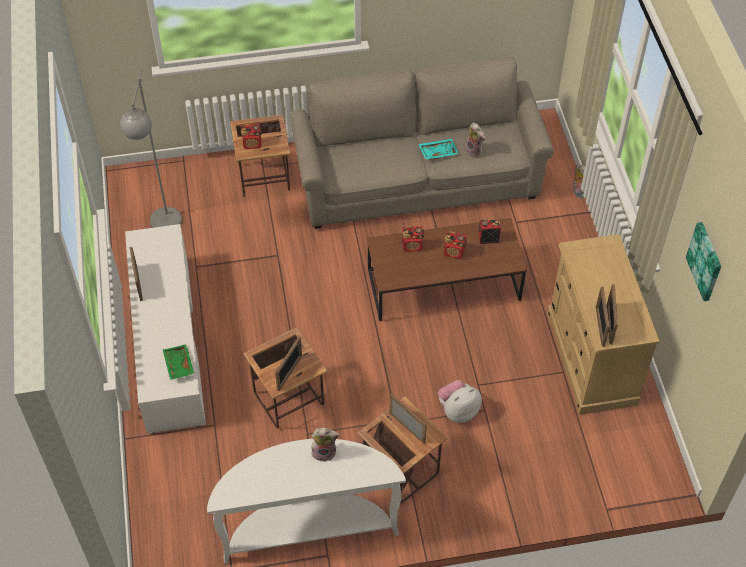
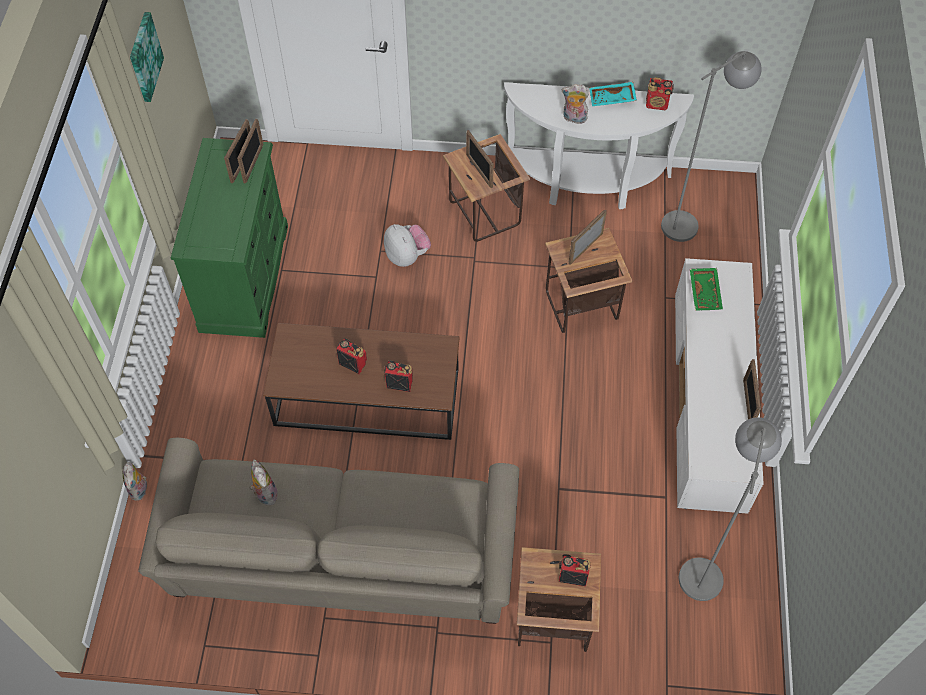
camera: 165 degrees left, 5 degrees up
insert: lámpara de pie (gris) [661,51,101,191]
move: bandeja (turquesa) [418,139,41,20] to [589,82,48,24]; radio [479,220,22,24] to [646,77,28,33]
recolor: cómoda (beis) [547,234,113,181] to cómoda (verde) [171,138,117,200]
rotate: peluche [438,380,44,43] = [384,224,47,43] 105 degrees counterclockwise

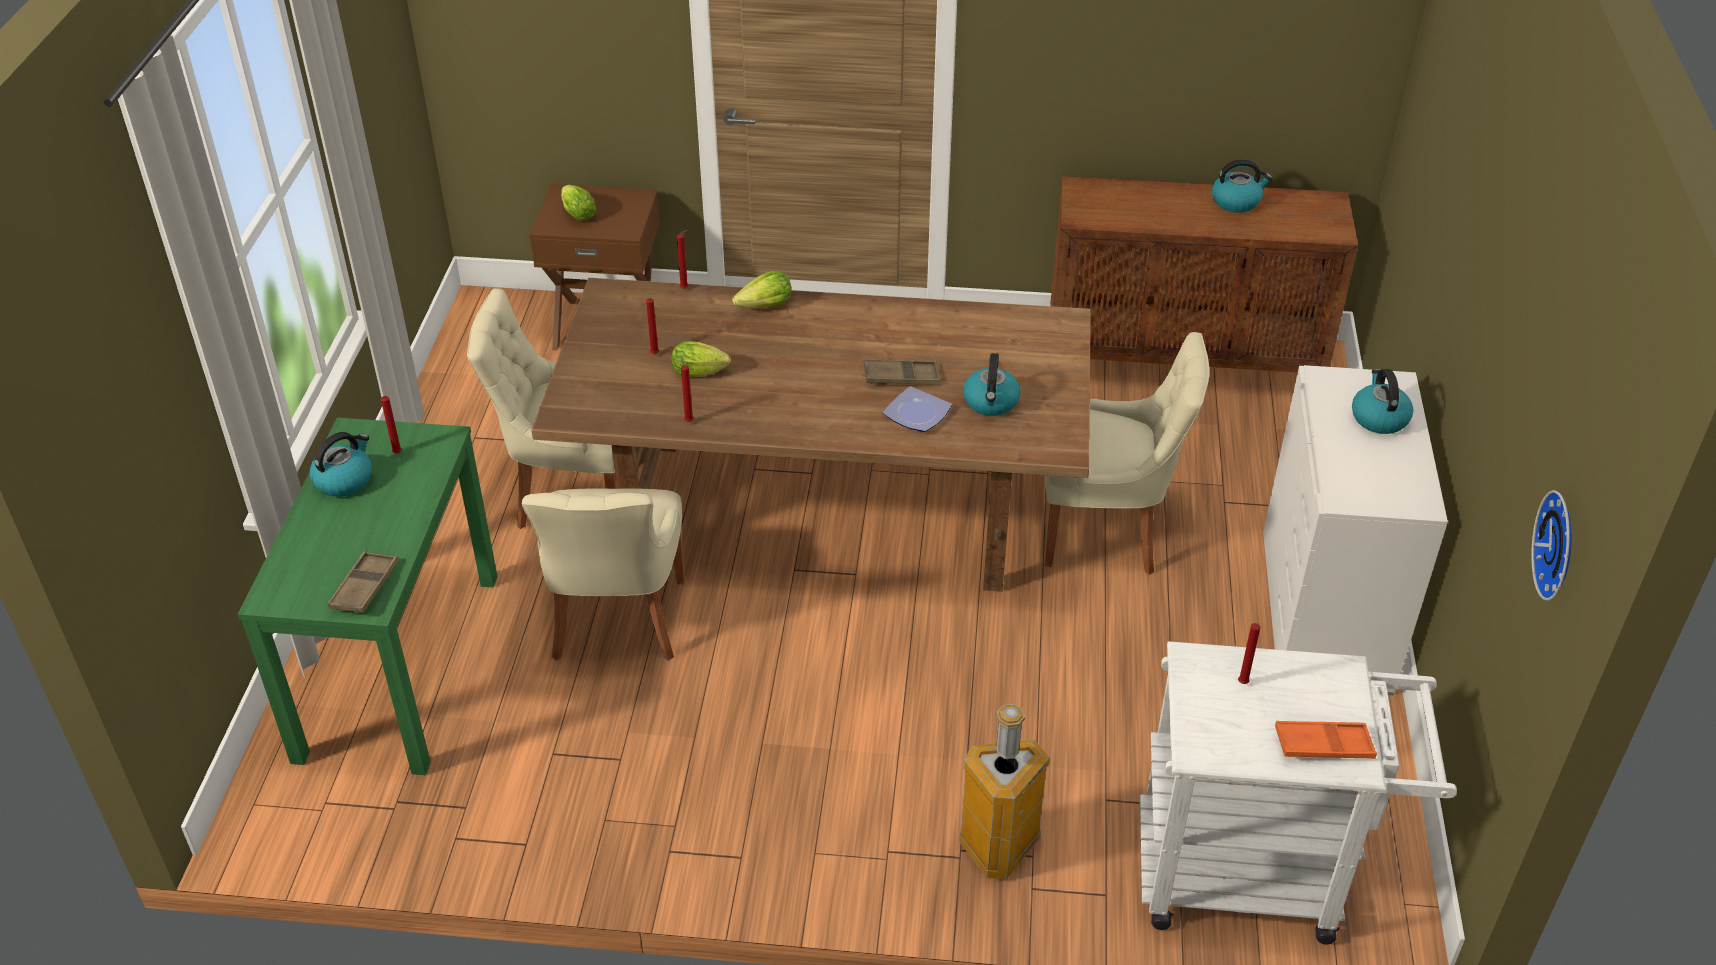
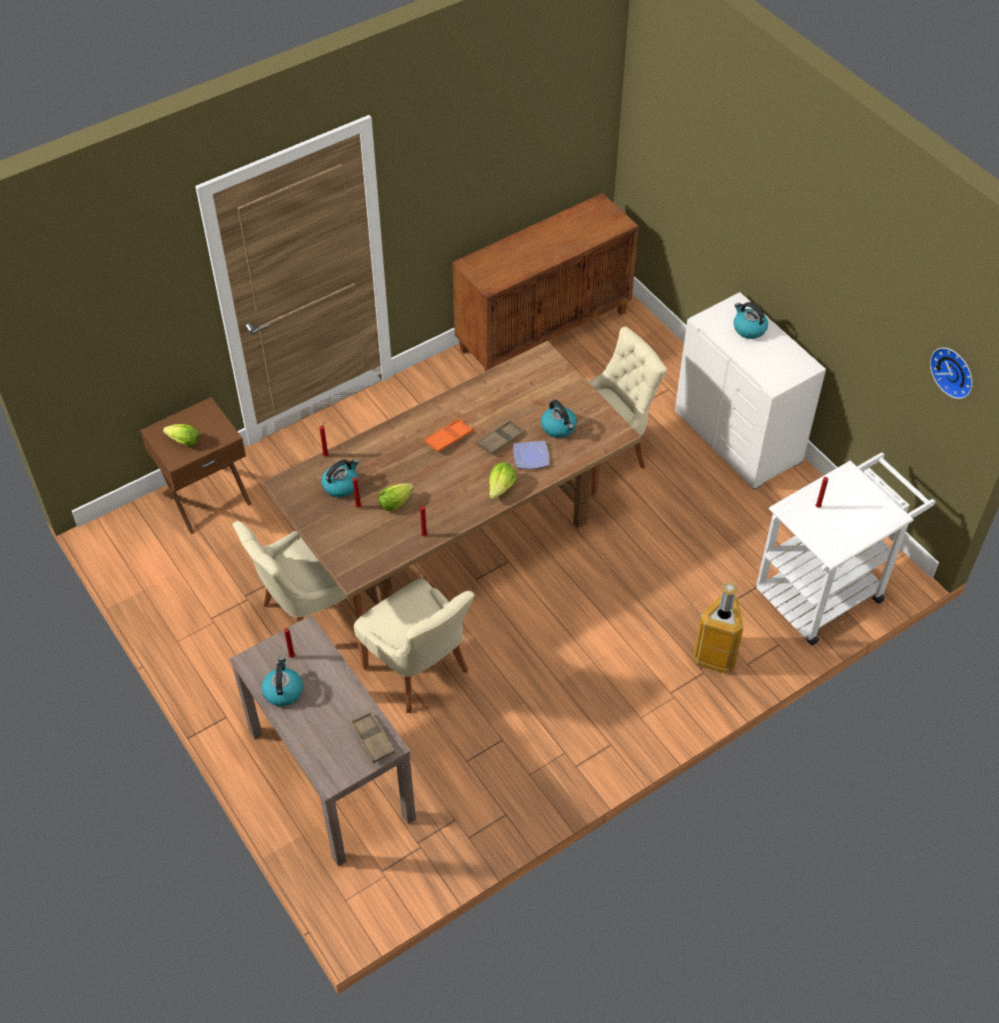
camera: 40 degrees left, 10 degrees up
move: lechuga [732,271,59,37] to [489,462,28,37]; hervidor [1212,159,60,54] to [322,459,37,39]; bandeja (naranja) [1275,721,102,38] to [424,418,49,34]
recolor: mesa consola (verde) [238,418,260,357] to mesa consola (marrón) [229,615,187,252]

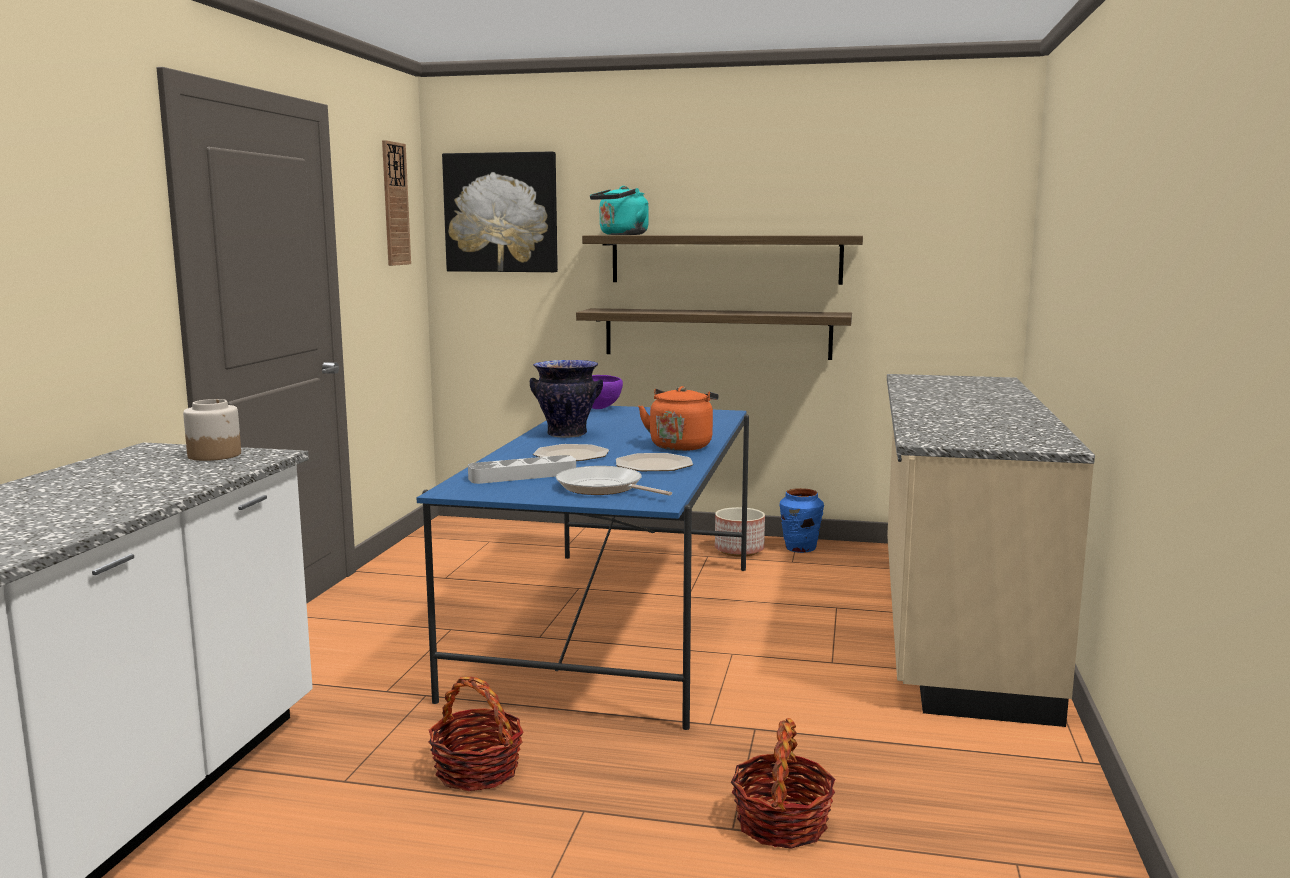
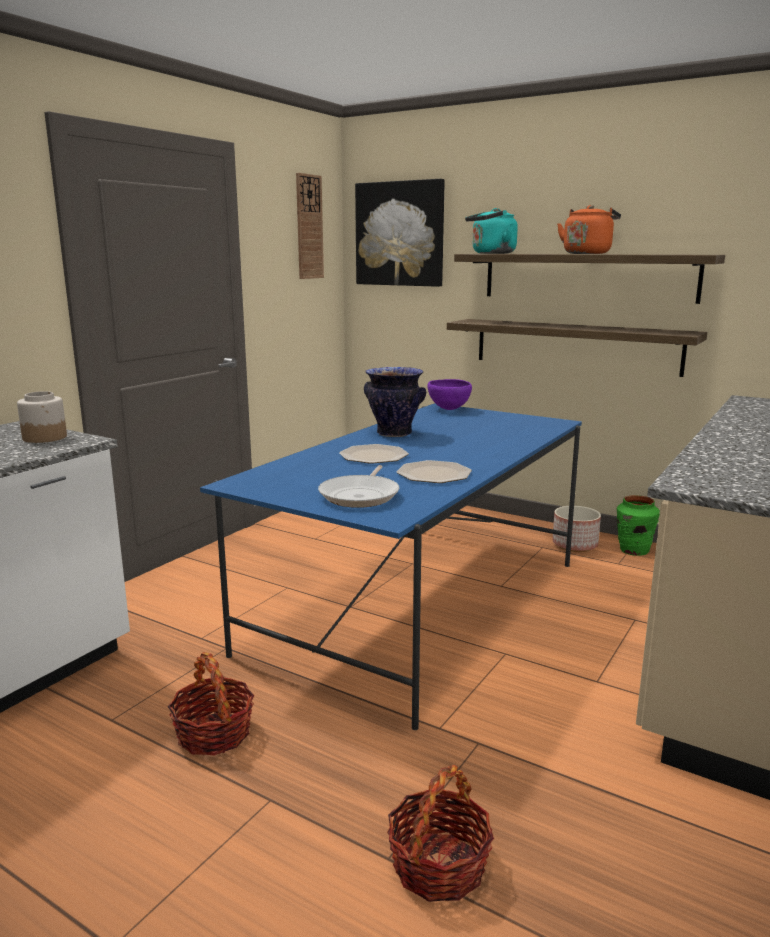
camera: 20 degrees right, 5 degrees up
delete: bandeja (gris) [468,455,108,29]
move: hervidor (naranja) [638,386,81,65] to [557,205,64,49]
recolor: florero (azul) [780,488,44,65] to florero (verde) [617,495,43,61]
rotate: sartén [556,466,116,30] = [318,465,81,43] 135 degrees counterclockwise

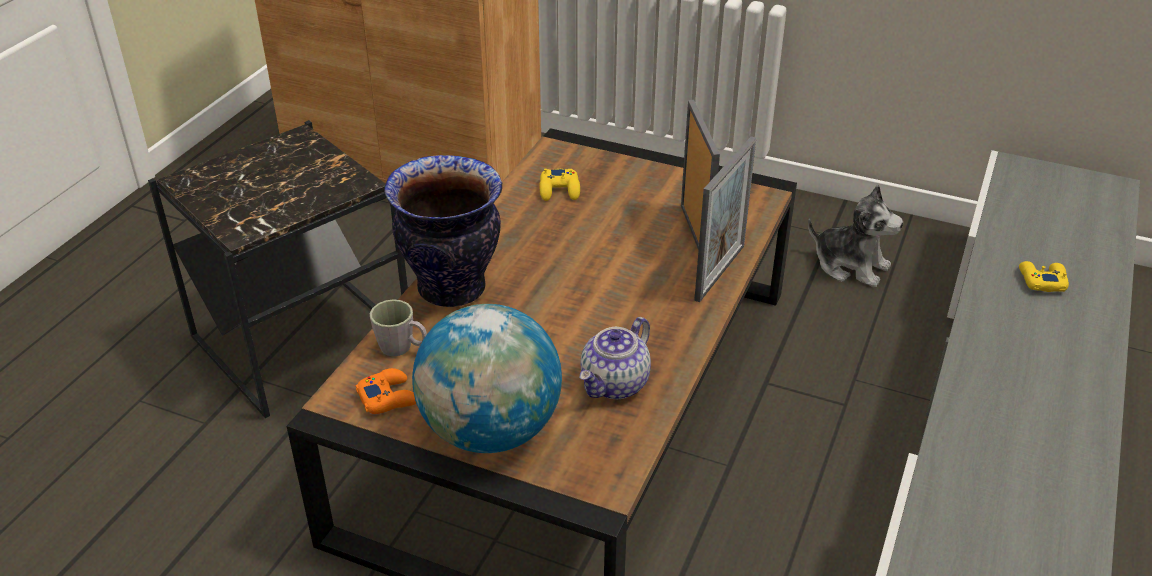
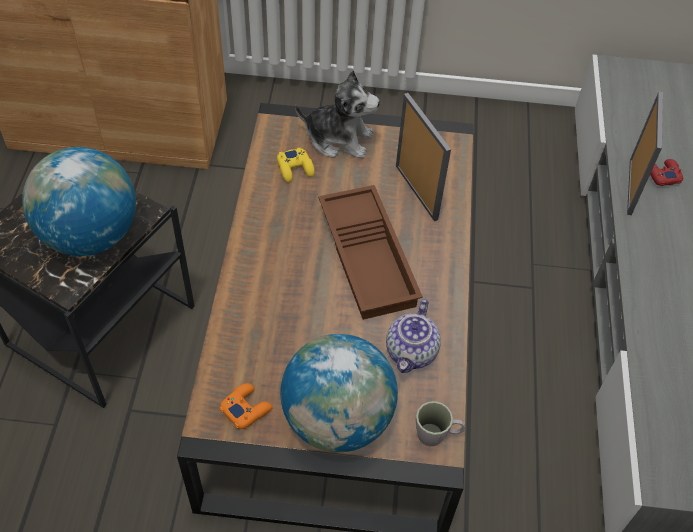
camera: 20 degrees left, 15 degrees up
delete: florero [384,155,118,152]
insert: globo terráqueo [22,147,114,109]; bandeja (marrón) [318,185,105,135]
move: taza grande (gris) [370,299,57,57] to [416,401,49,45]; portarretratos [694,136,62,166] to [627,91,36,124]; peluche [808,185,95,102] to [295,70,85,89]
recolor: mando de consola (amarillo) [1019,261,50,31] to mando de consola (rojo) [650,159,33,27]

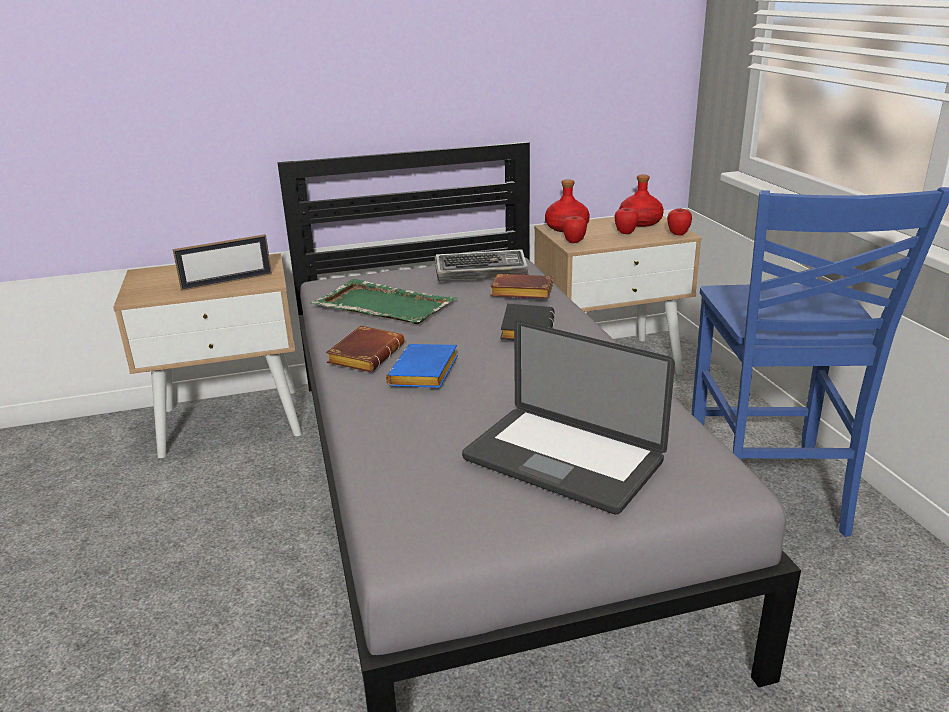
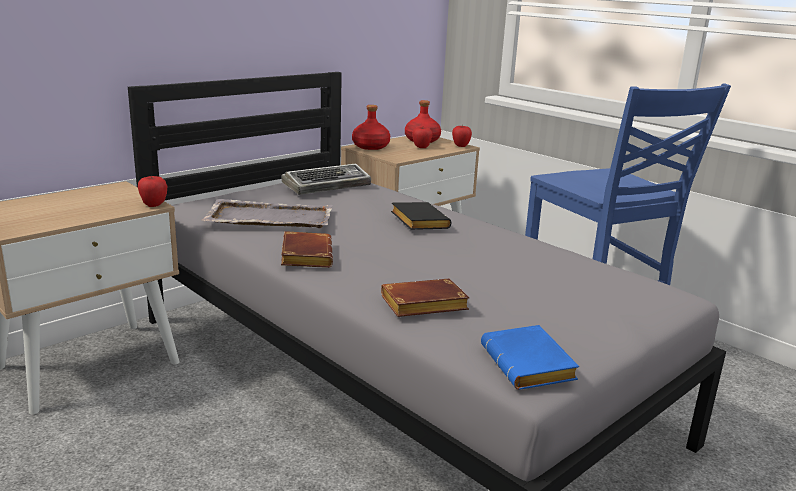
camera: 30 degrees left, 5 degrees down
delete: portarretratos [173,234,99,57]; portátil [462,320,213,194]
move: libro (azul) [386,344,72,44] to [481,325,98,65]; libro (marrón) [490,274,63,25] to [381,279,89,38]; manzana [563,216,24,27] to [138,175,29,32]
recolor: bandeja (verde) [310,279,147,45] to bandeja (gris) [201,199,132,29]

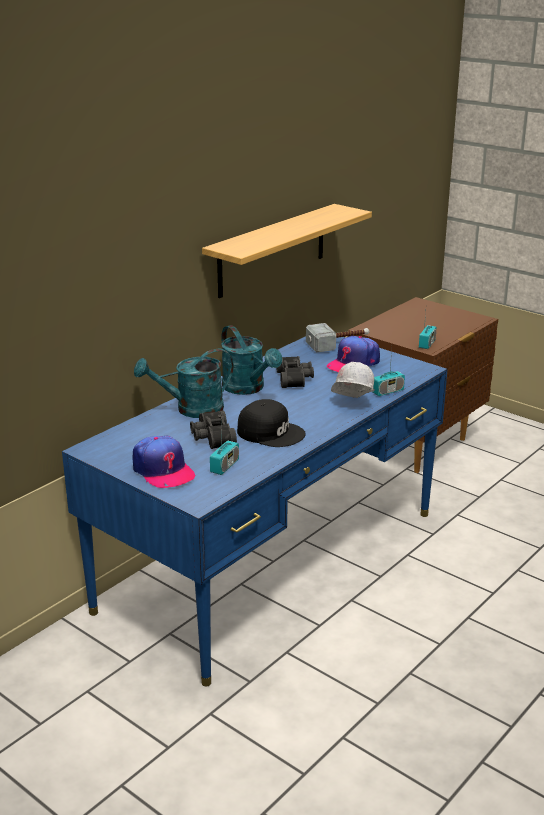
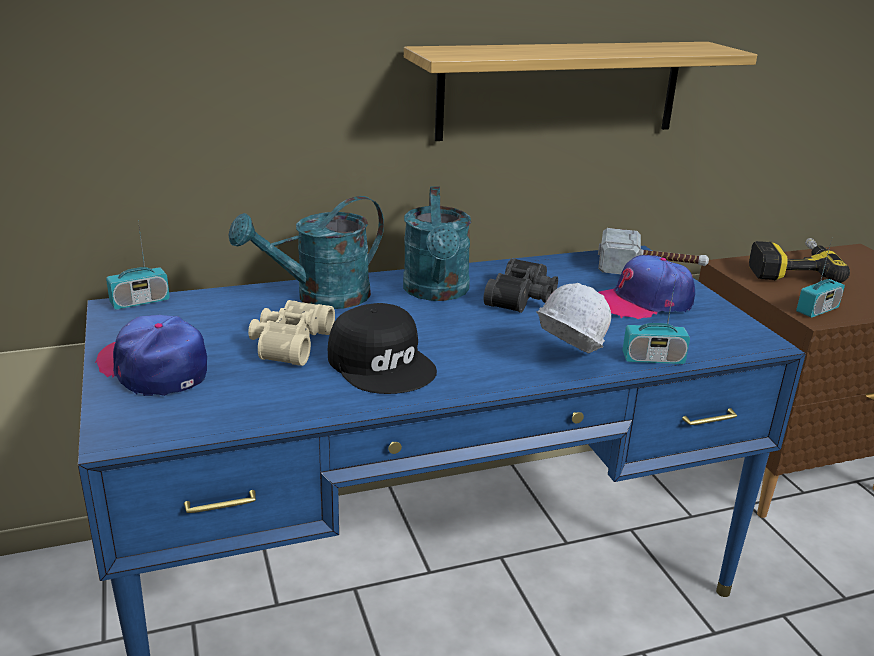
camera: 30 degrees right, 0 degrees up
insert: taladro [749,238,101,45]
move: radio [210,426,29,49] to [106,220,64,90]
recolor: prismáticos (negro) [190,410,47,39] to prismáticos (beis) [248,300,87,66]
rotate: gorra [133,436,63,52] = [95,315,112,81] 135 degrees clockwise; regadera (turquesa) [134,349,100,69] = [229,196,155,113] 45 degrees counterclockwise

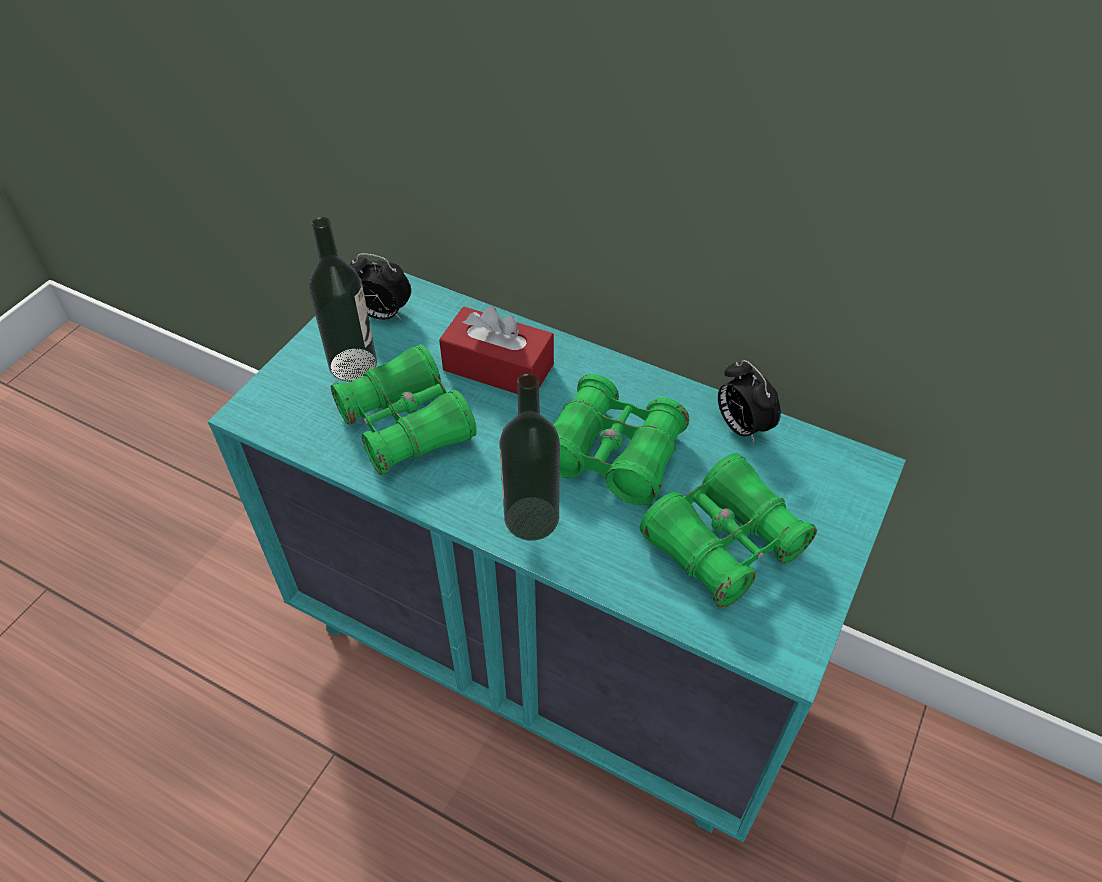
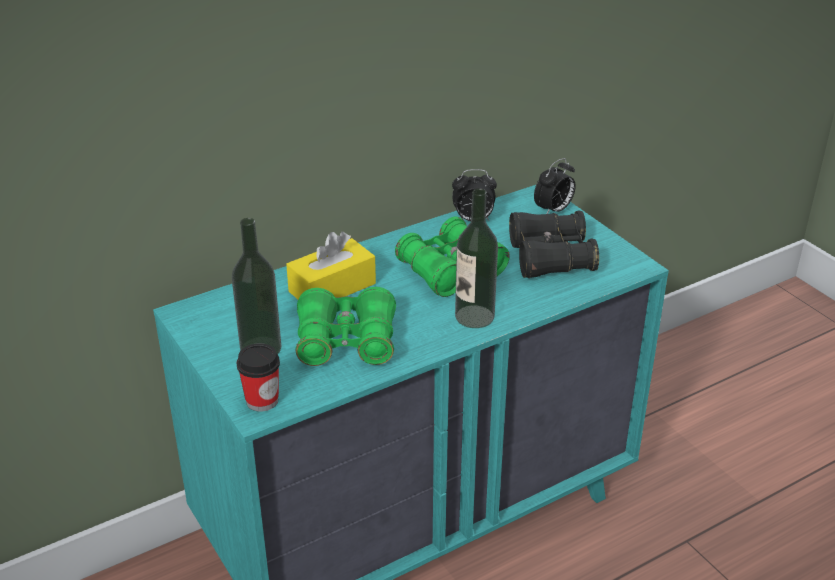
camera: 60 degrees left, 15 degrees down
insert: taza [237,343,43,69]
move: despertador [349,253,62,67] to [534,158,42,56]
recolor: caja de pañuelos (rojo) [439,306,115,88] to caja de pañuelos (amarillo) [286,232,90,68]; prismáticos (verde) [640,453,177,155] to prismáticos (negro) [509,210,90,68]

